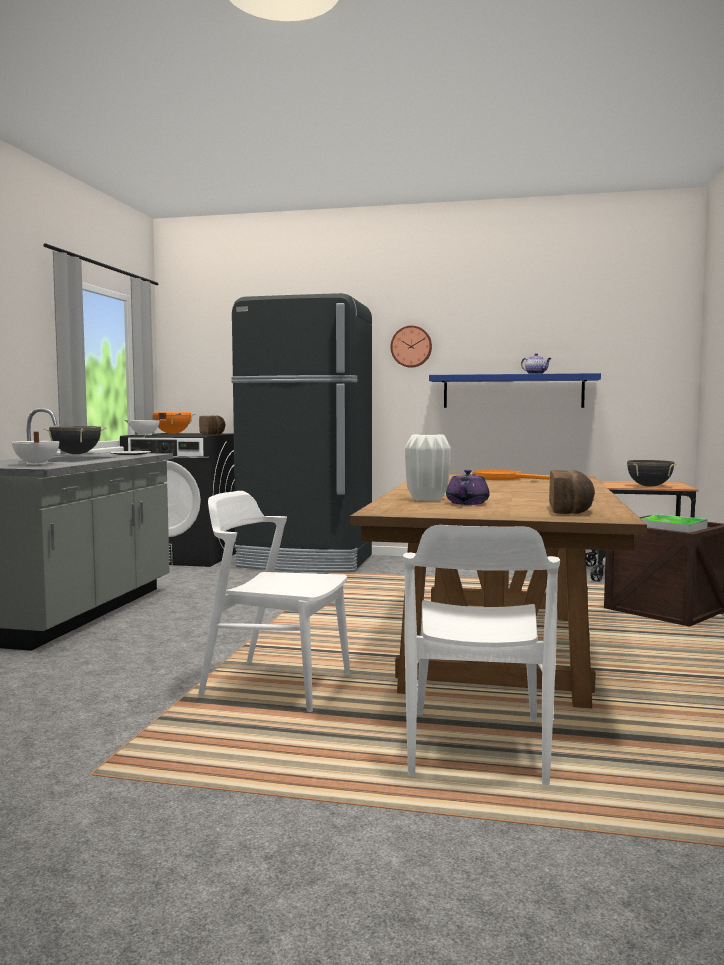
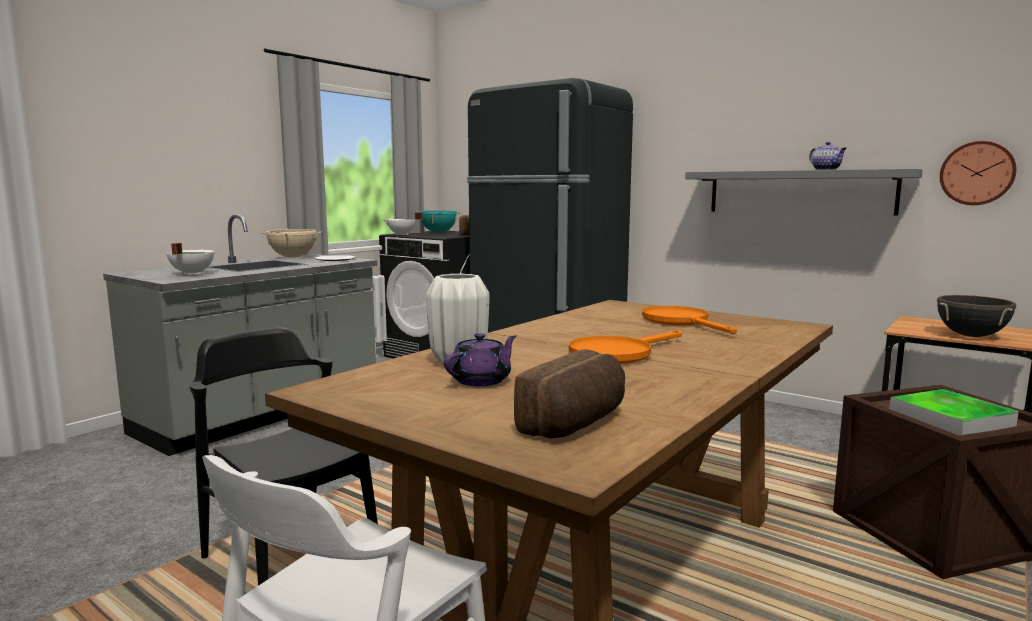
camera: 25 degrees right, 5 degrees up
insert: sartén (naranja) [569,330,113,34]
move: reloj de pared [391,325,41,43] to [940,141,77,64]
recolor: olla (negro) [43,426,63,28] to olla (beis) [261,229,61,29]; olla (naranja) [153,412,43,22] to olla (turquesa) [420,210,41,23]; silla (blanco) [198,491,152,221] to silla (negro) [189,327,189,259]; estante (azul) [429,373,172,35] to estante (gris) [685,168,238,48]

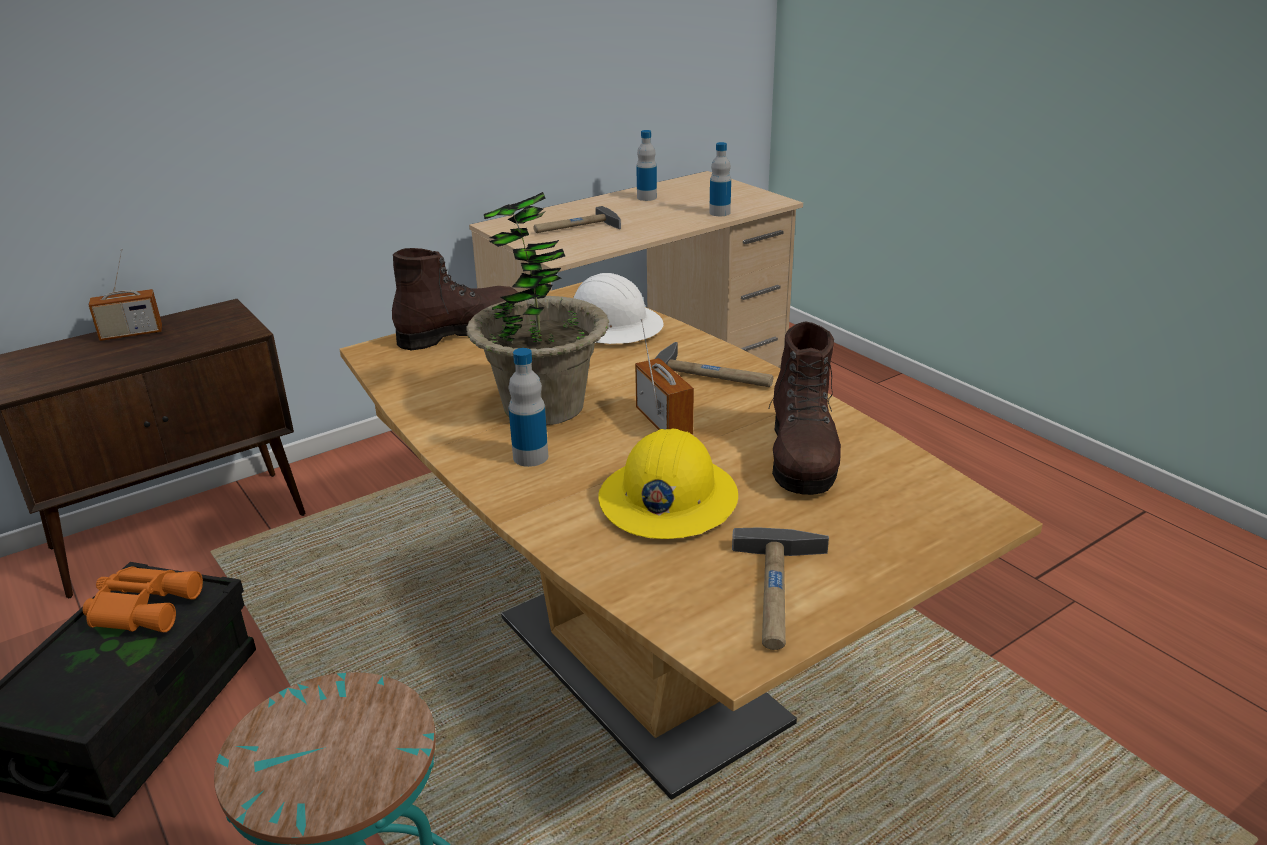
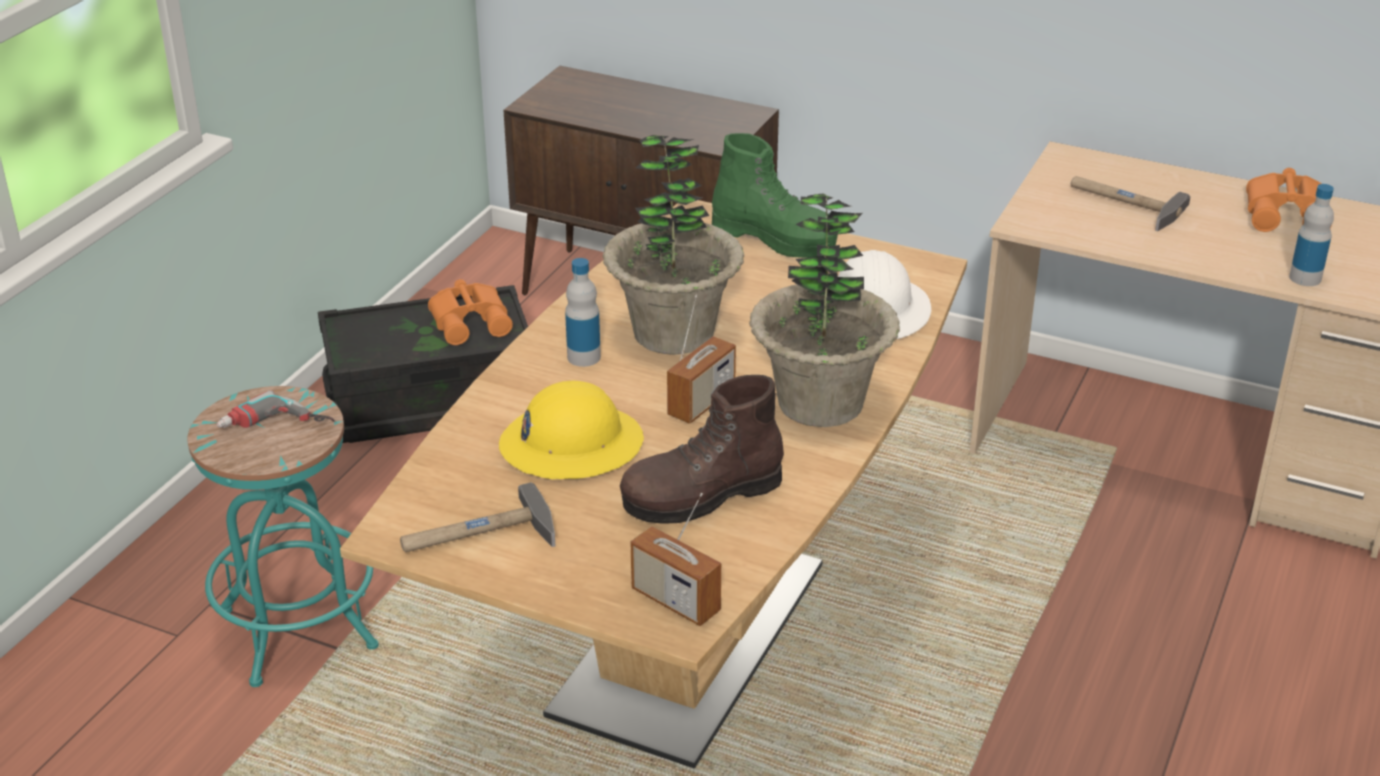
camera: 60 degrees right, 5 degrees up
insert: taladro [217,390,118,38]
move: radio [89,249,73,92] to [631,493,90,133]
replace: botella [636,130,21,71] to prismáticos (naranja) [1246,168,86,64]; martillo [654,342,119,45] to planta en maceta [749,193,151,234]
recolor: bota (marrón) [392,248,126,102] to bota (verde) [712,133,126,125]

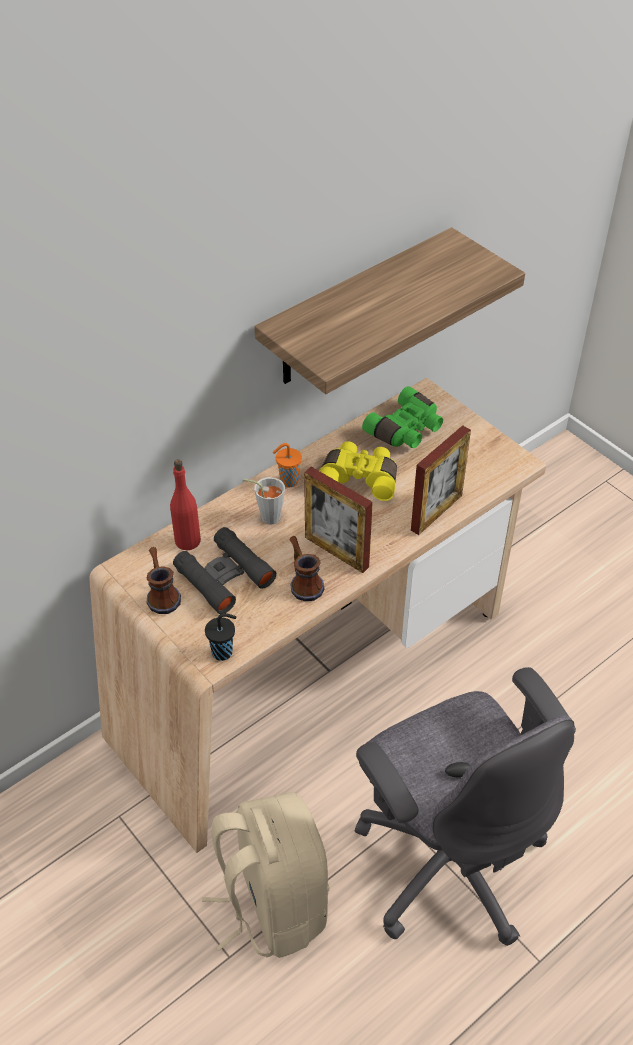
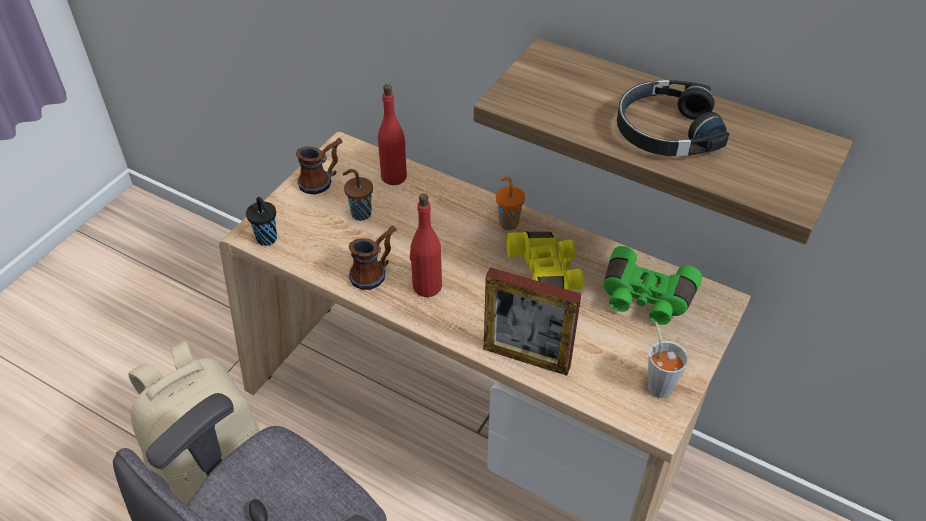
camera: 70 degrees right, 0 degrees up
insert: auriculares (negro) [617,80,112,76]
move: taza (gris) [243,477,42,48] to [648,322,41,76]
replace: prismáticos (negro) [173,527,103,87] to taza (marrón) [343,169,30,52]; portarretratos [304,467,69,106] to botella (rojo) [410,193,32,104]

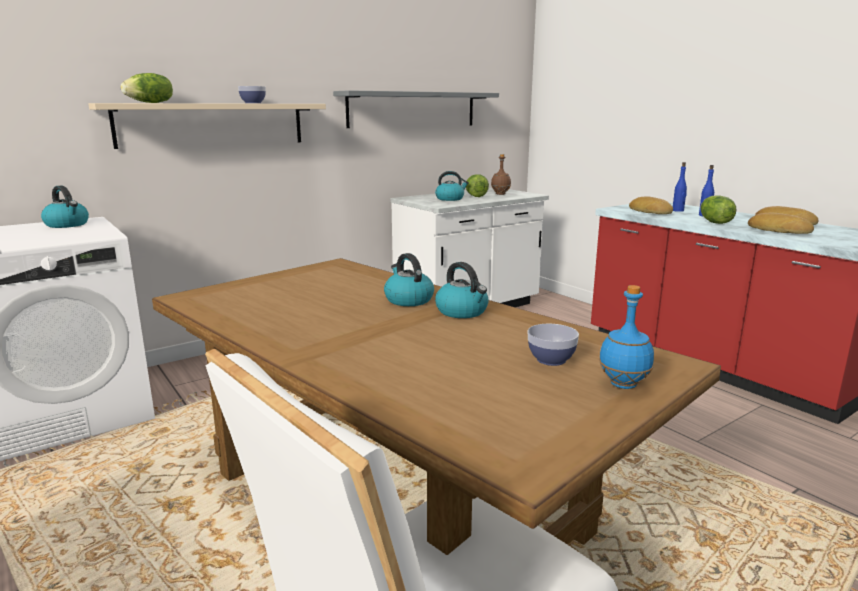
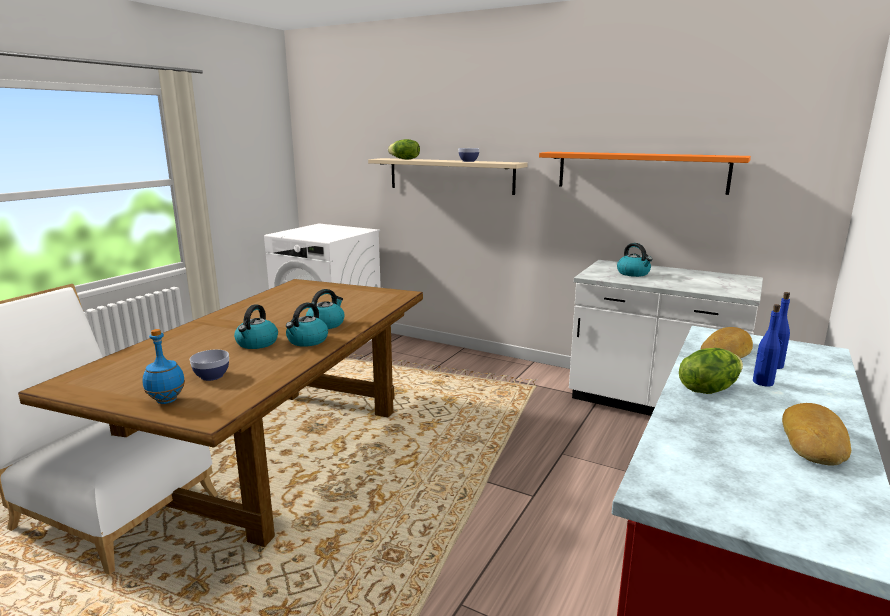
camera: 65 degrees right, 0 degrees up
delete: lechuga [466,174,23,23]; botella (marrón) [491,154,20,41]; pan [748,212,66,22]
move: hervidor [41,186,48,42] to [234,304,44,45]
recolor: estante (gris) [333,90,166,38] to estante (naranja) [539,152,212,43]

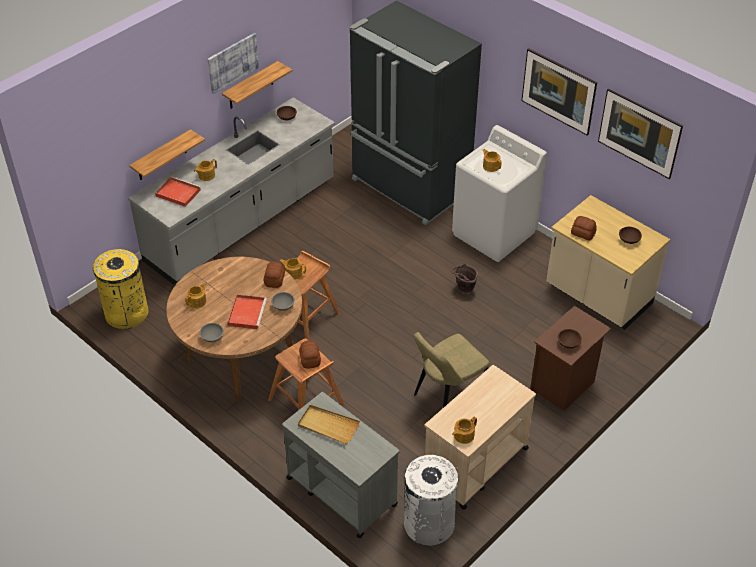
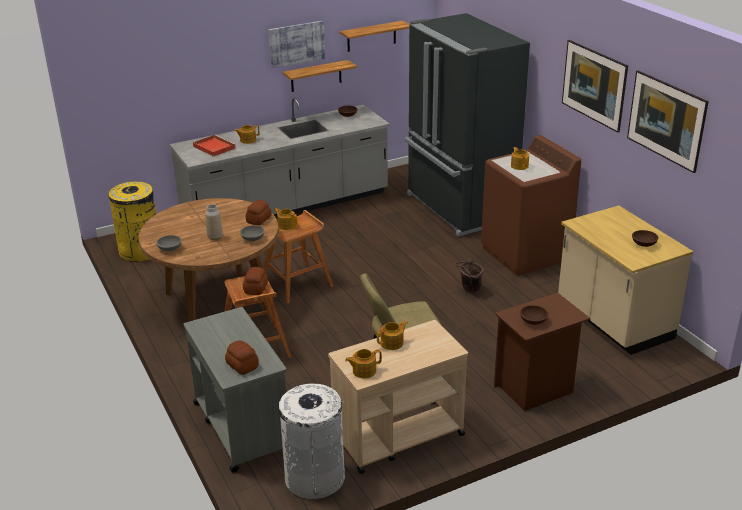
camera: 20 degrees right, 15 degrees down
delete: bandeja (beis) [298,405,62,39]
move: estante [129,129,76,51] to [340,21,69,31]; tetera [185,282,22,26] to [377,321,31,29]; pan [571,216,26,24] to [225,340,34,35]
replace: bandeja (rojo) [227,295,40,34] to florero [206,204,17,36]
recolor: lavadora (blanco) [452,125,95,137] to lavadora (marrón) [481,135,100,141]

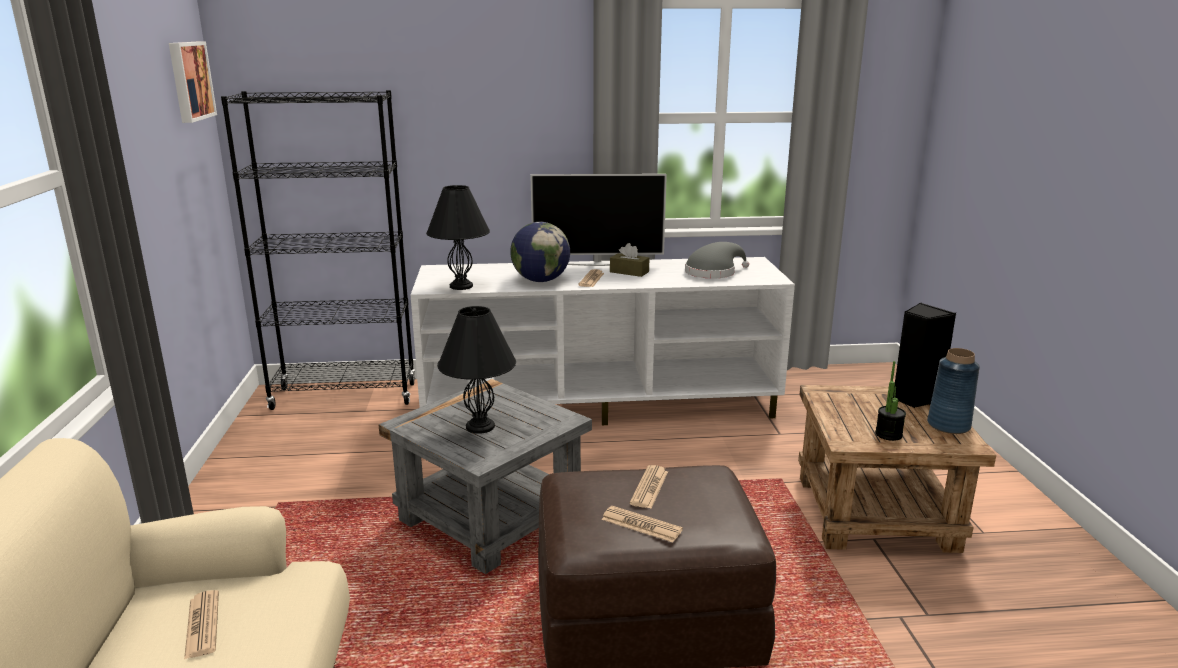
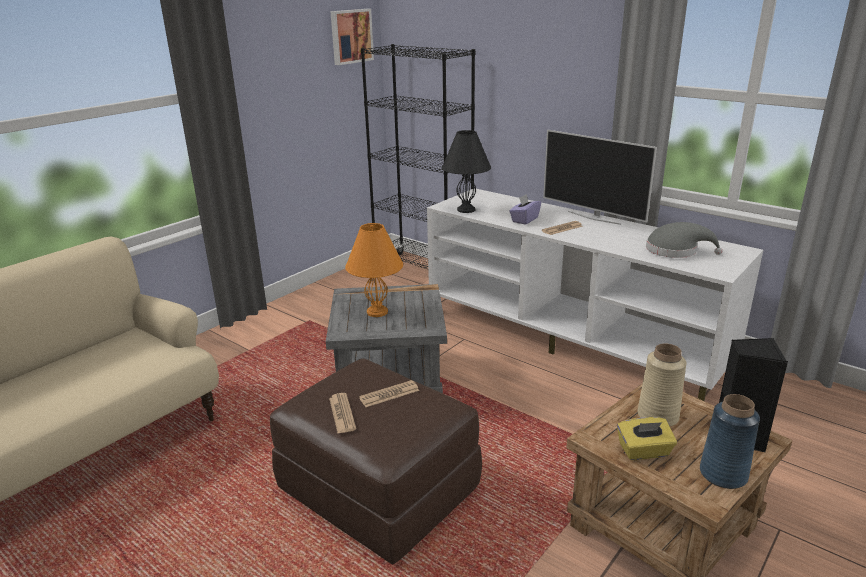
camera: 45 degrees right, 5 degrees up
delete: periódico [184,590,35,69]; caja de pañuelos (marrón) [610,243,39,34]
insert: florero (beis) [638,343,49,83]
replace: globo terráqueo [510,222,60,60] to caja de pañuelos (morado) [509,194,32,31]; planta en maceta [875,361,31,80] to caja de pañuelos (amarillo) [617,417,60,43]
recolor: lámpara de mesa (negro) [437,306,79,128] to lámpara de mesa (naranja) [345,223,58,94]

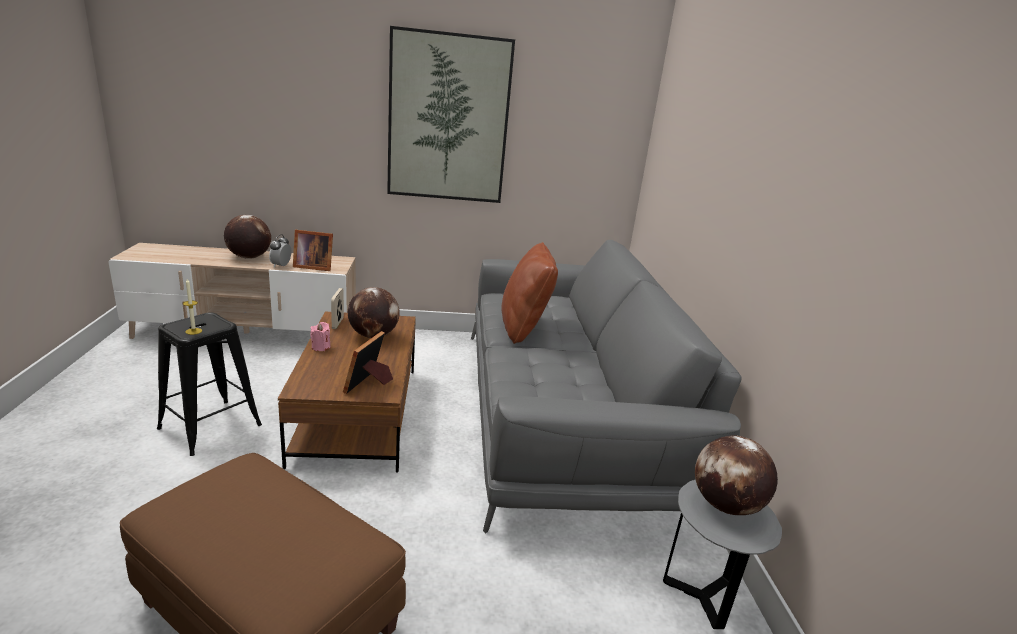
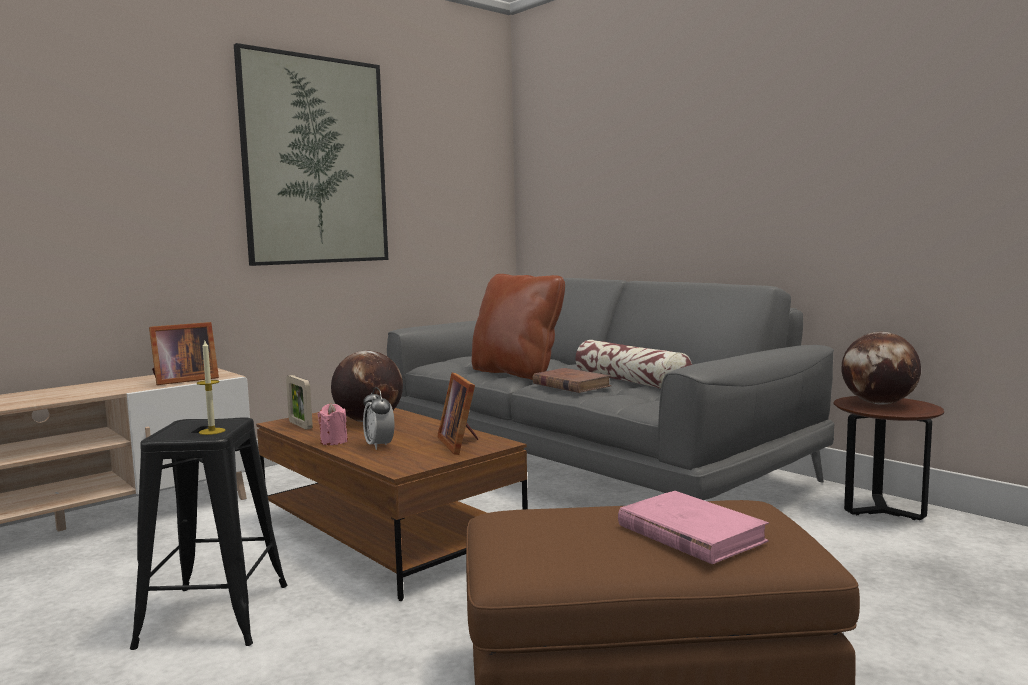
camera: 35 degrees left, 15 degrees down
delete: globo terráqueo [224,215,47,44]
insert: libro (marrón) [532,368,79,25]; cojín [576,340,116,48]; libro (rosa) [618,491,151,73]
move: despertador [269,234,22,33] to [363,387,31,63]
recolor: mesa auxiliar (gris) [663,480,119,149] to mesa auxiliar (marrón) [834,396,110,124]

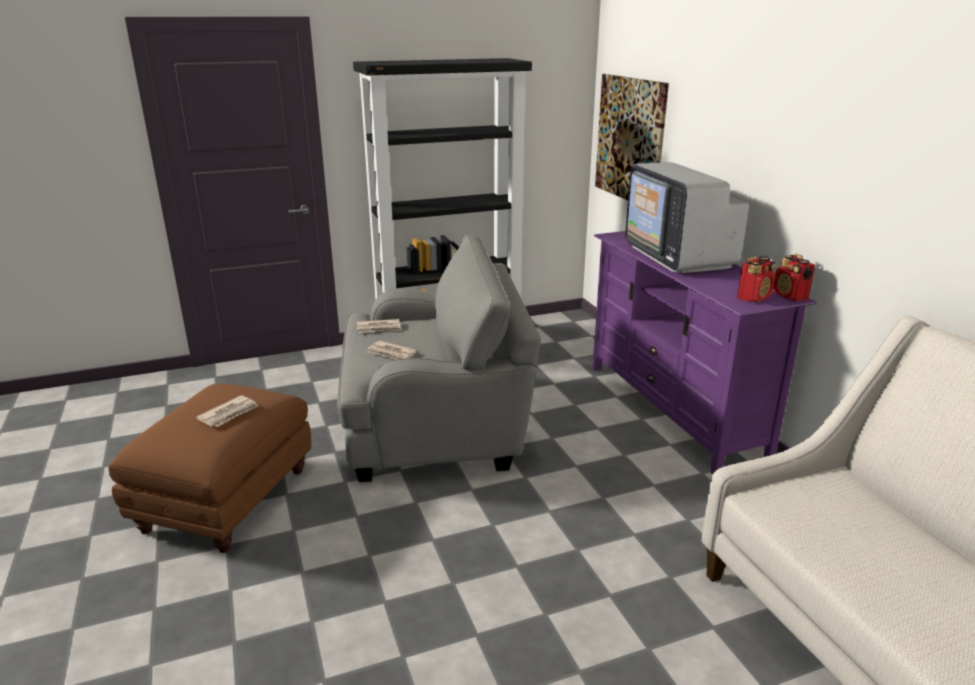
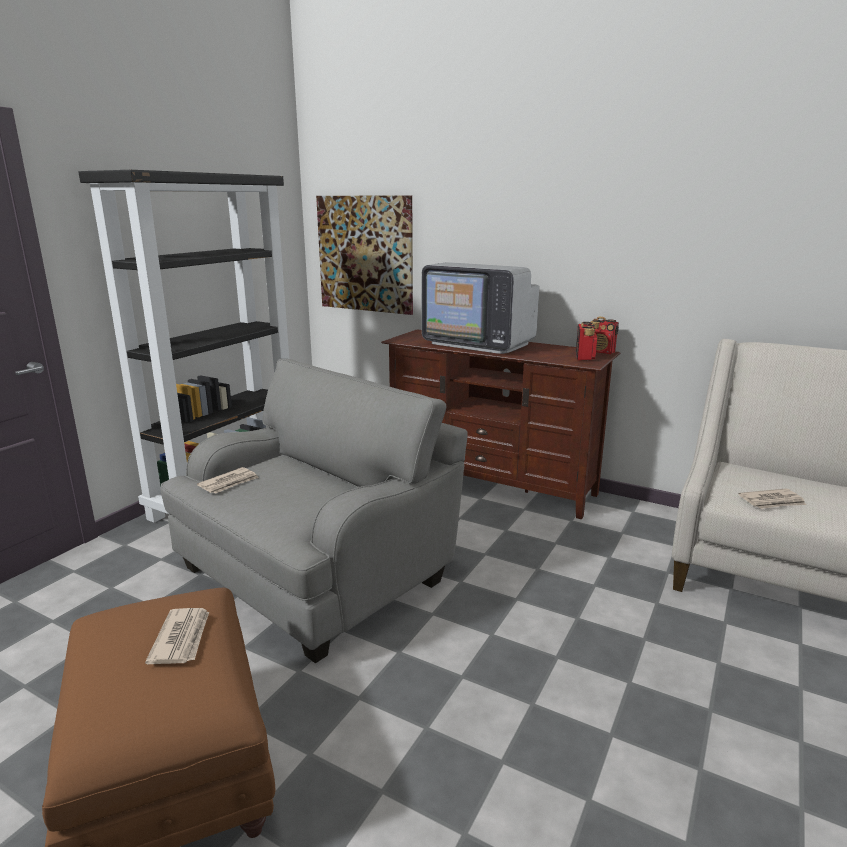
camera: 40 degrees left, 5 degrees down
move: periódico [367,341,50,18] to [738,489,68,20]
recolor: mueble de televisión (morado) [593,231,224,243] to mueble de televisión (marrón) [381,329,239,190]

